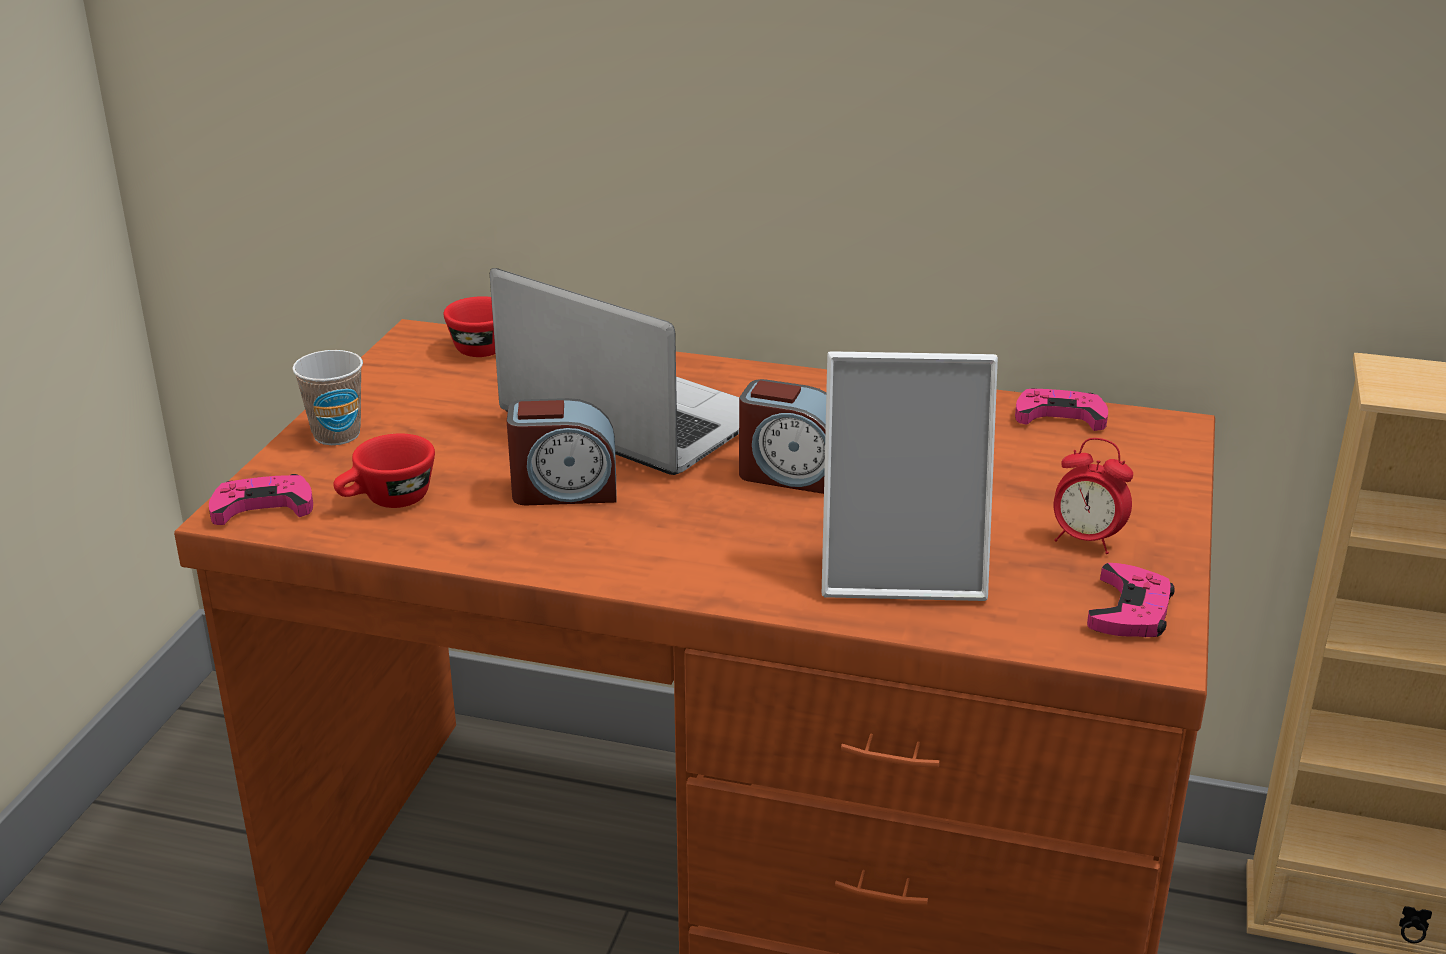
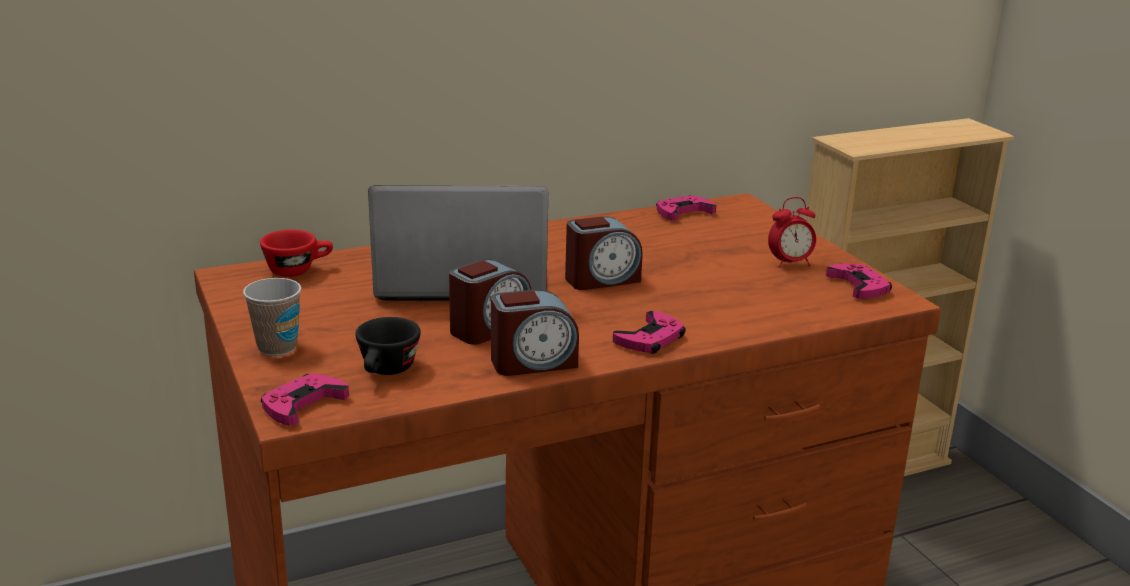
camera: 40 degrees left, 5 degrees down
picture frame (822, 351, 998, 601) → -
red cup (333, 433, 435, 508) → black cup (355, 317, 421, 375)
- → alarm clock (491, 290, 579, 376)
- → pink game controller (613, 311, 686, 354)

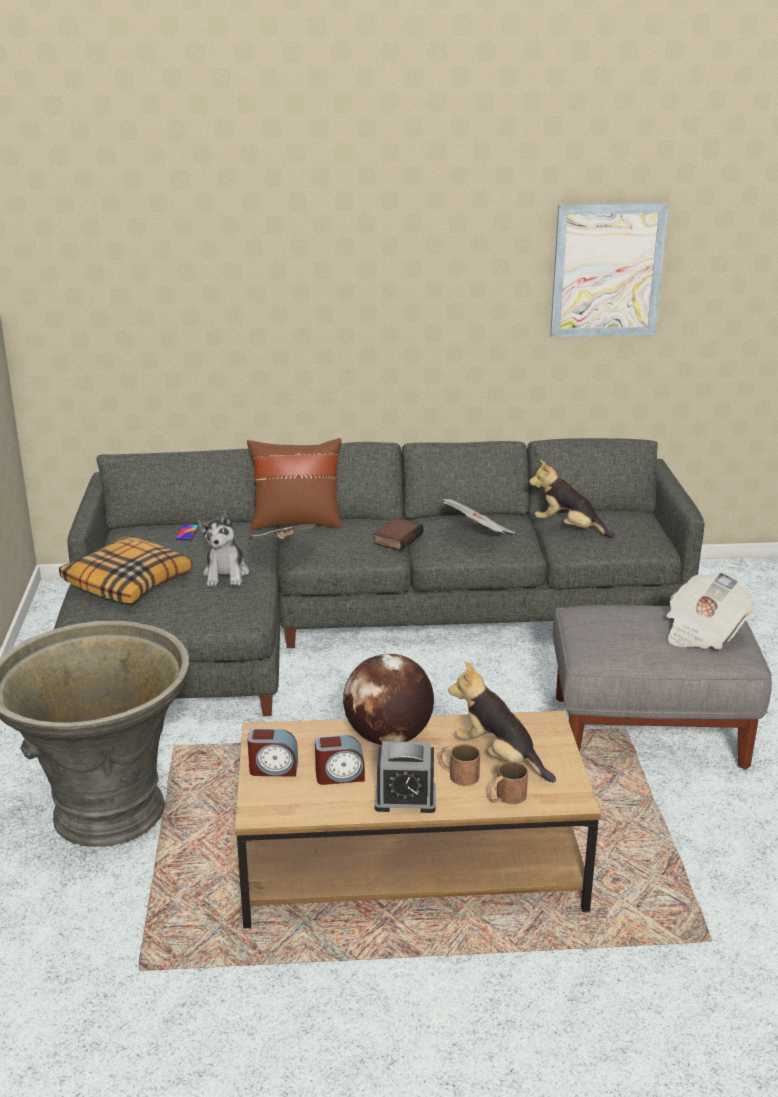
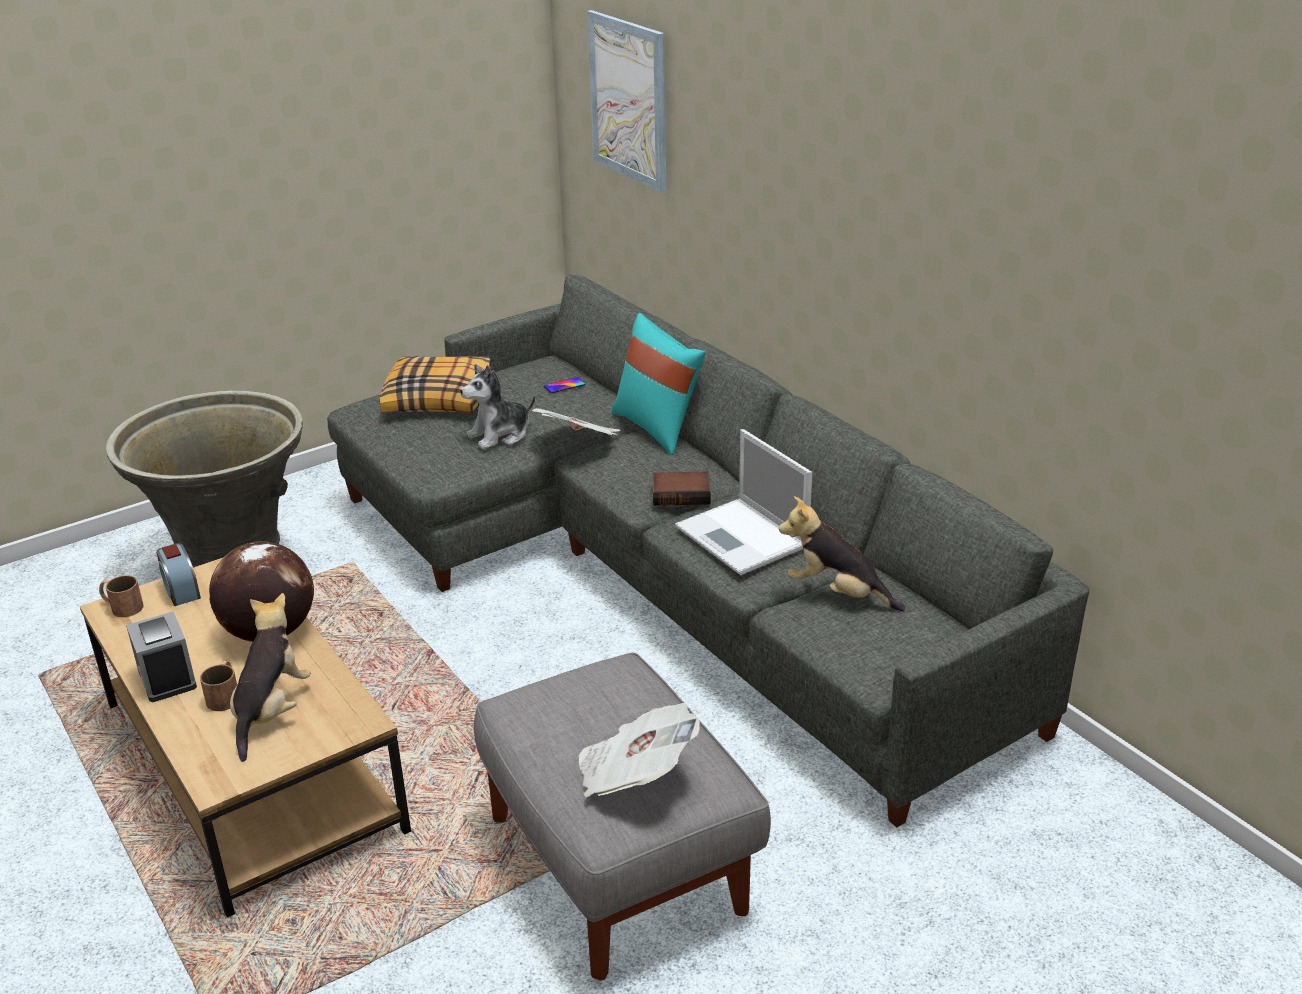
camera: 60 degrees right, 5 degrees up
picture (550, 203, 669, 337) → picture (587, 10, 666, 192), shifted
brown pillow (247, 438, 342, 530) → turquoise pillow (612, 313, 706, 455)
plush toy (529, 460, 615, 538) → plush toy (779, 496, 905, 611), 60 degrees counterclockwise
newspaper (443, 499, 516, 534) → laptop (675, 429, 812, 575)
alarm clock (315, 734, 365, 785) → -
brown mug (489, 762, 528, 804) → brown mug (99, 575, 143, 617), shifted

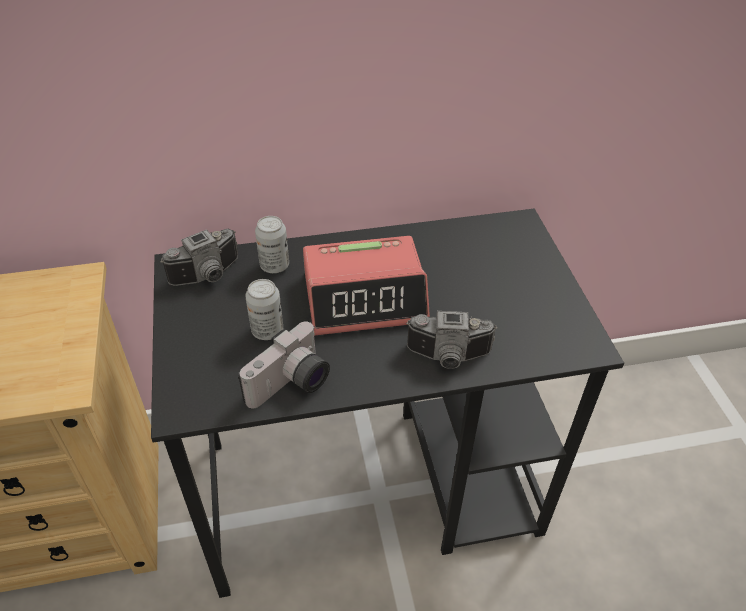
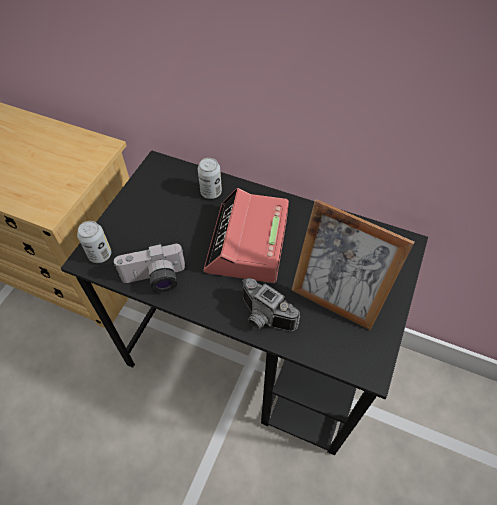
camera: 35 degrees right, 10 degrees up
photo camera (161, 229, 238, 286) → -
alarm clock (303, 236, 430, 336) → alarm clock (204, 188, 289, 283), 75 degrees clockwise
can (245, 279, 283, 340) → can (77, 221, 111, 263), shifted
- → picture frame (291, 199, 414, 331)

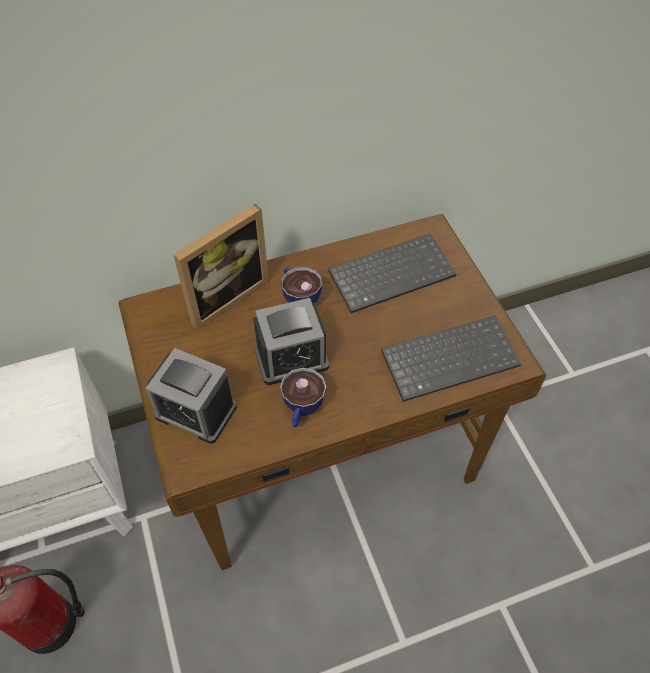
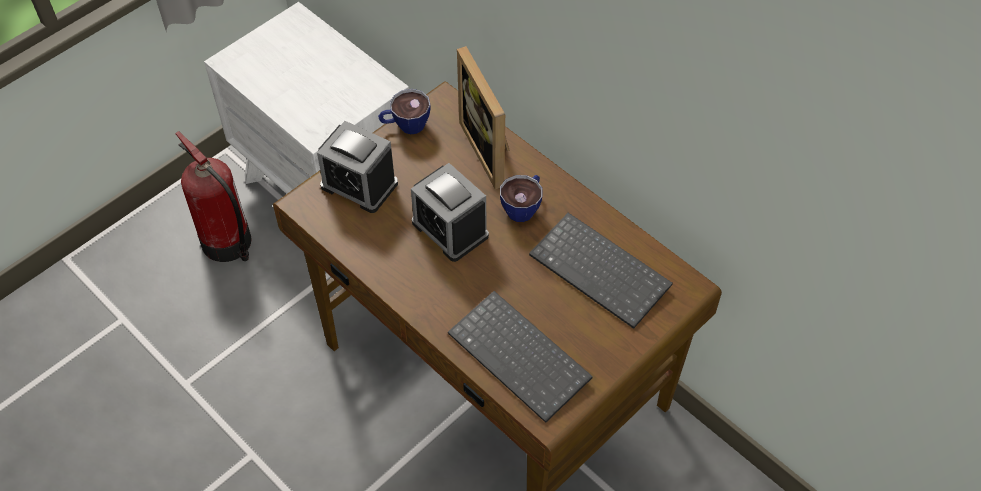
camera: 65 degrees right, 0 degrees up
picture frame (173, 204, 269, 331) → picture frame (457, 46, 509, 189), 45 degrees clockwise
alarm clock (146, 348, 237, 444) → alarm clock (317, 121, 398, 213), 60 degrees counterclockwise
cup (280, 368, 326, 427) → cup (378, 89, 430, 134), shifted

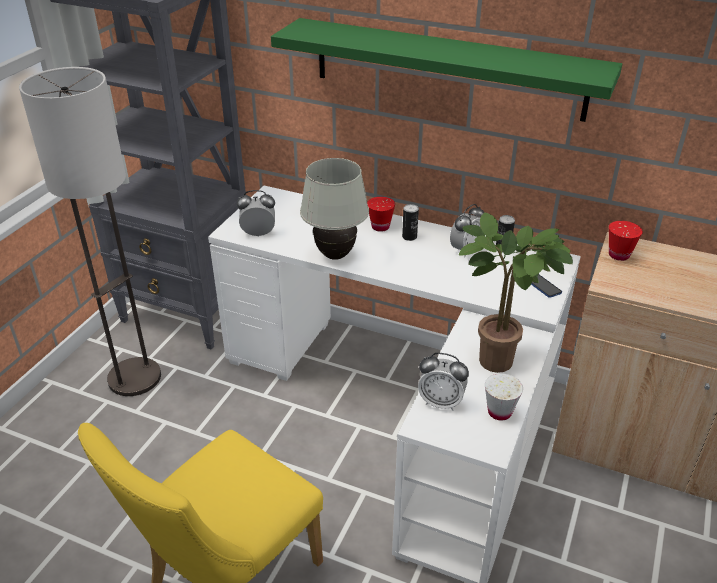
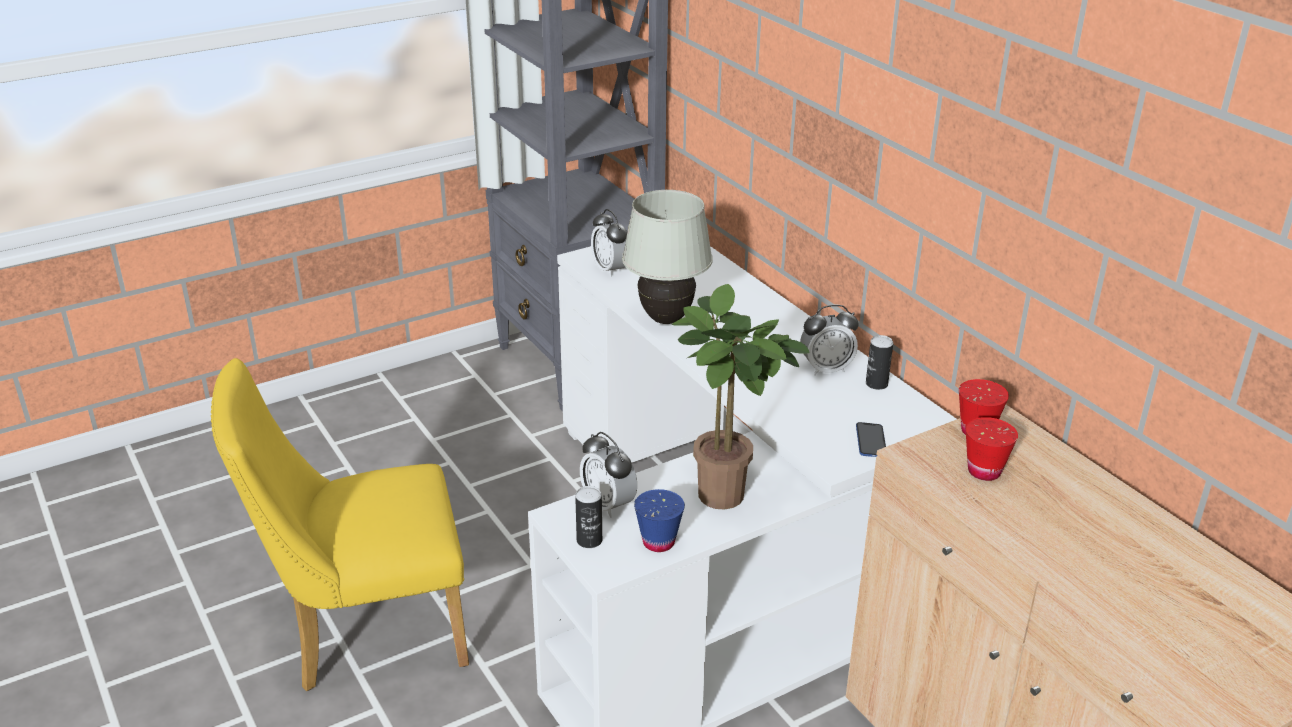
camera: 35 degrees right, 5 degrees down
green shelf (271, 18, 622, 122) → -
floor lamp (19, 67, 161, 396) → -
alarm clock (237, 190, 275, 237) → alarm clock (591, 209, 627, 277), 150 degrees counterclockwise
red cup (367, 197, 395, 232) → red cup (965, 417, 1018, 481), shifted
can (402, 204, 419, 241) → can (575, 486, 602, 548), shifted
white cup (485, 373, 523, 420) → blue cup (634, 489, 685, 552)

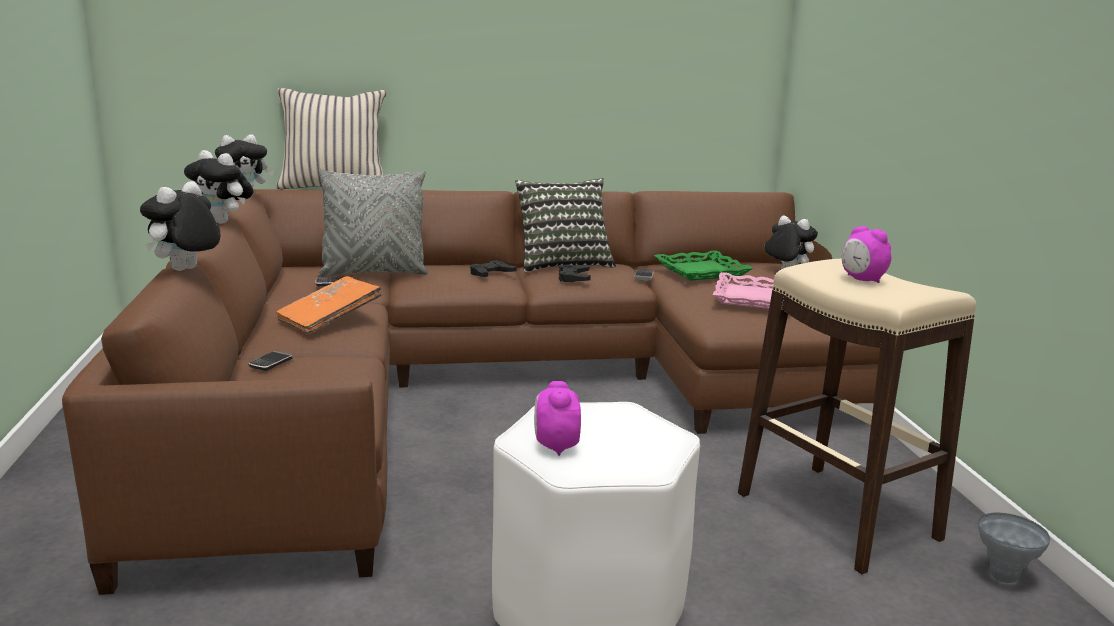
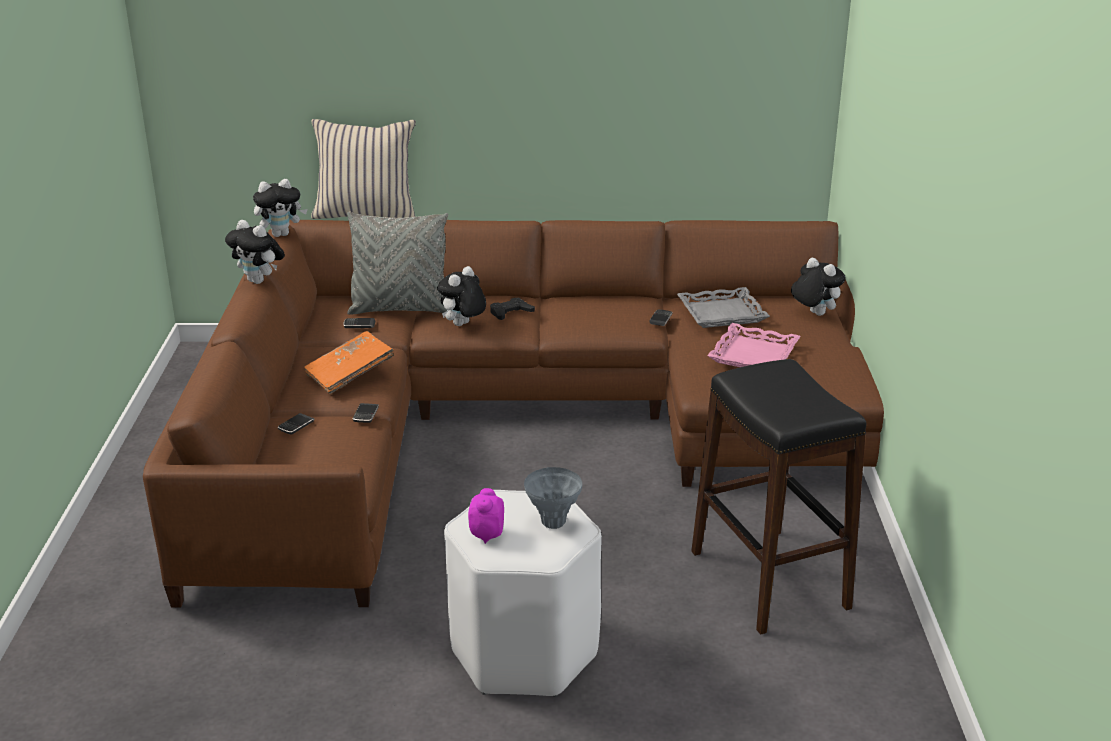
camera: 10 degrees right, 10 degrees up
pillow (515, 178, 616, 272) → -
plush toy (140, 181, 220, 271) → plush toy (437, 266, 486, 326), shifted
alarm clock (842, 226, 891, 283) → -
green tray (654, 250, 753, 281) → grey tray (677, 287, 770, 328)
beige stool (738, 259, 976, 574) → black stool (691, 359, 866, 635)
black game controller (559, 264, 591, 282) → -
grey vase (978, 513, 1050, 583) → grey vase (524, 467, 582, 529), shifted
- → phone (353, 403, 379, 423)

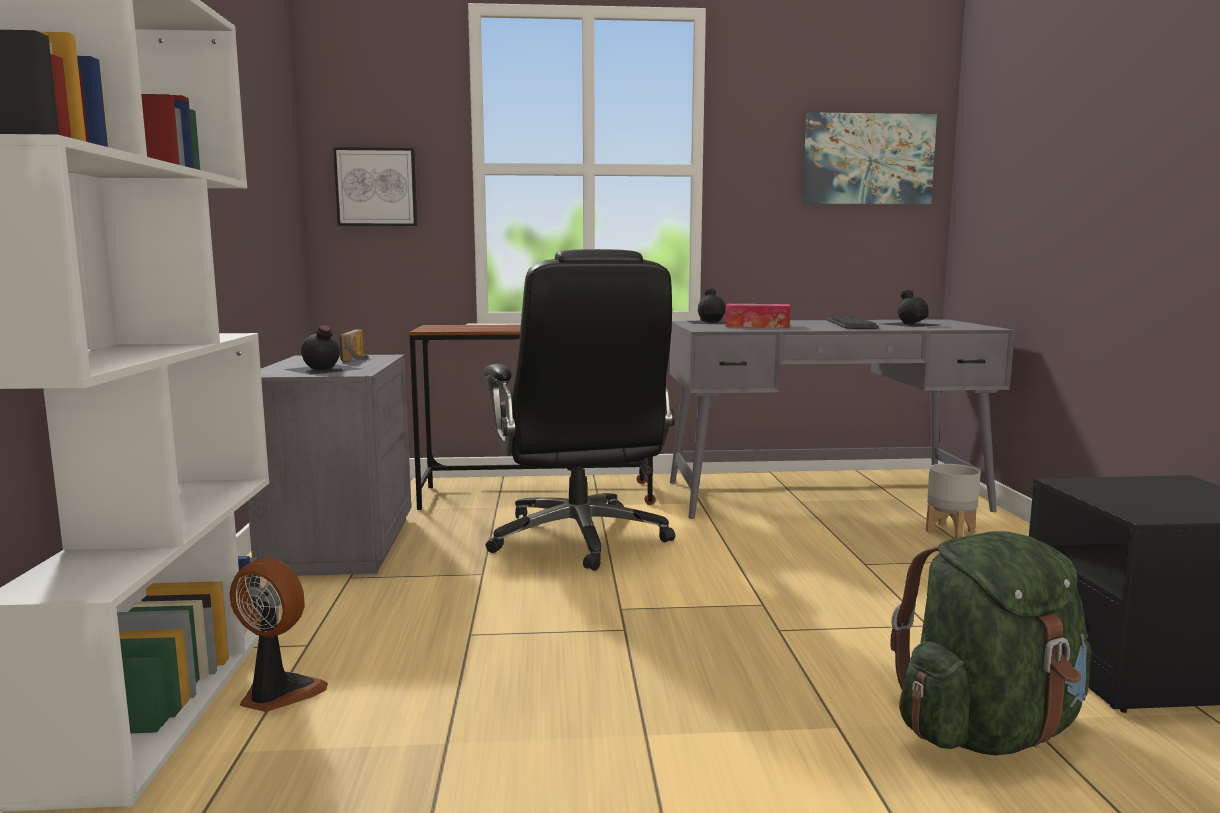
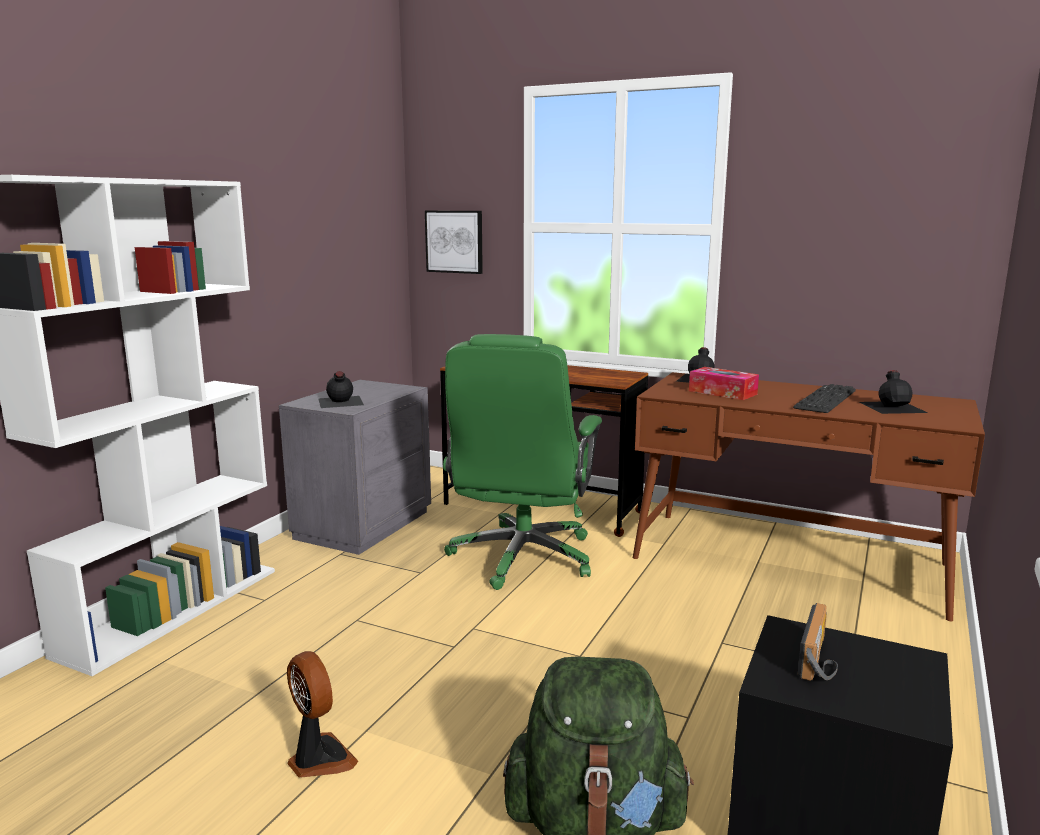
camera: 30 degrees right, 5 degrees up
picture (803, 112, 937, 204) → -
black office chair (484, 249, 675, 571) → green office chair (443, 334, 602, 590)
grey desk (670, 319, 1015, 519) → brown desk (633, 372, 985, 621)
radio (339, 329, 369, 362) → radio (798, 603, 838, 681), shifted
grey planter (926, 464, 981, 538) → -
fan (229, 557, 328, 712) → fan (287, 651, 358, 778), shifted

